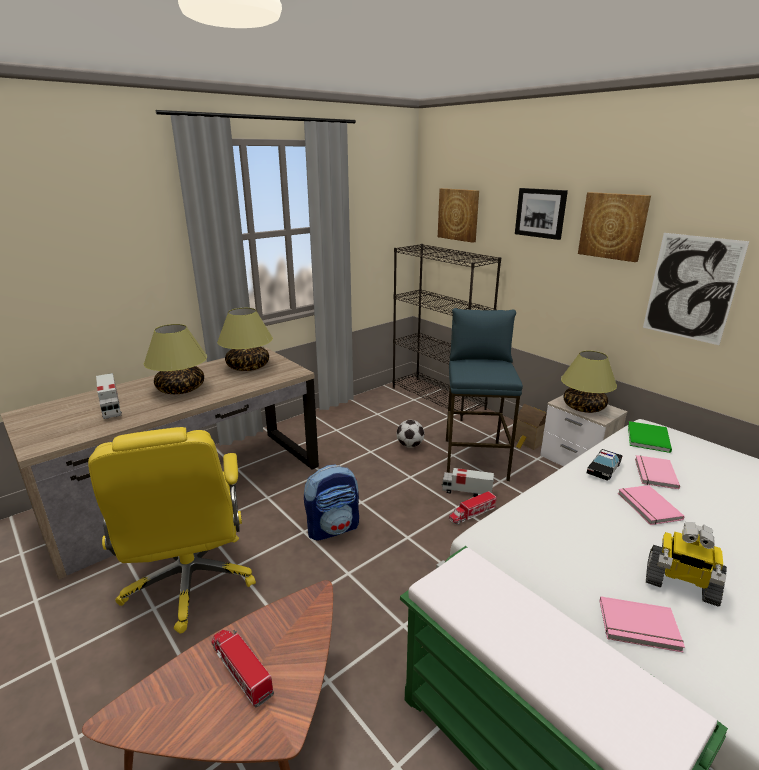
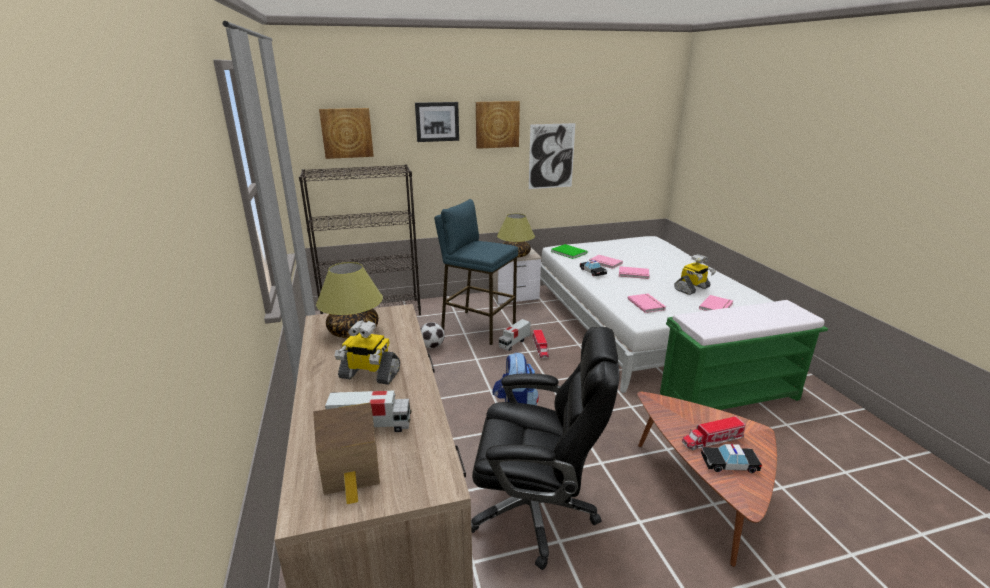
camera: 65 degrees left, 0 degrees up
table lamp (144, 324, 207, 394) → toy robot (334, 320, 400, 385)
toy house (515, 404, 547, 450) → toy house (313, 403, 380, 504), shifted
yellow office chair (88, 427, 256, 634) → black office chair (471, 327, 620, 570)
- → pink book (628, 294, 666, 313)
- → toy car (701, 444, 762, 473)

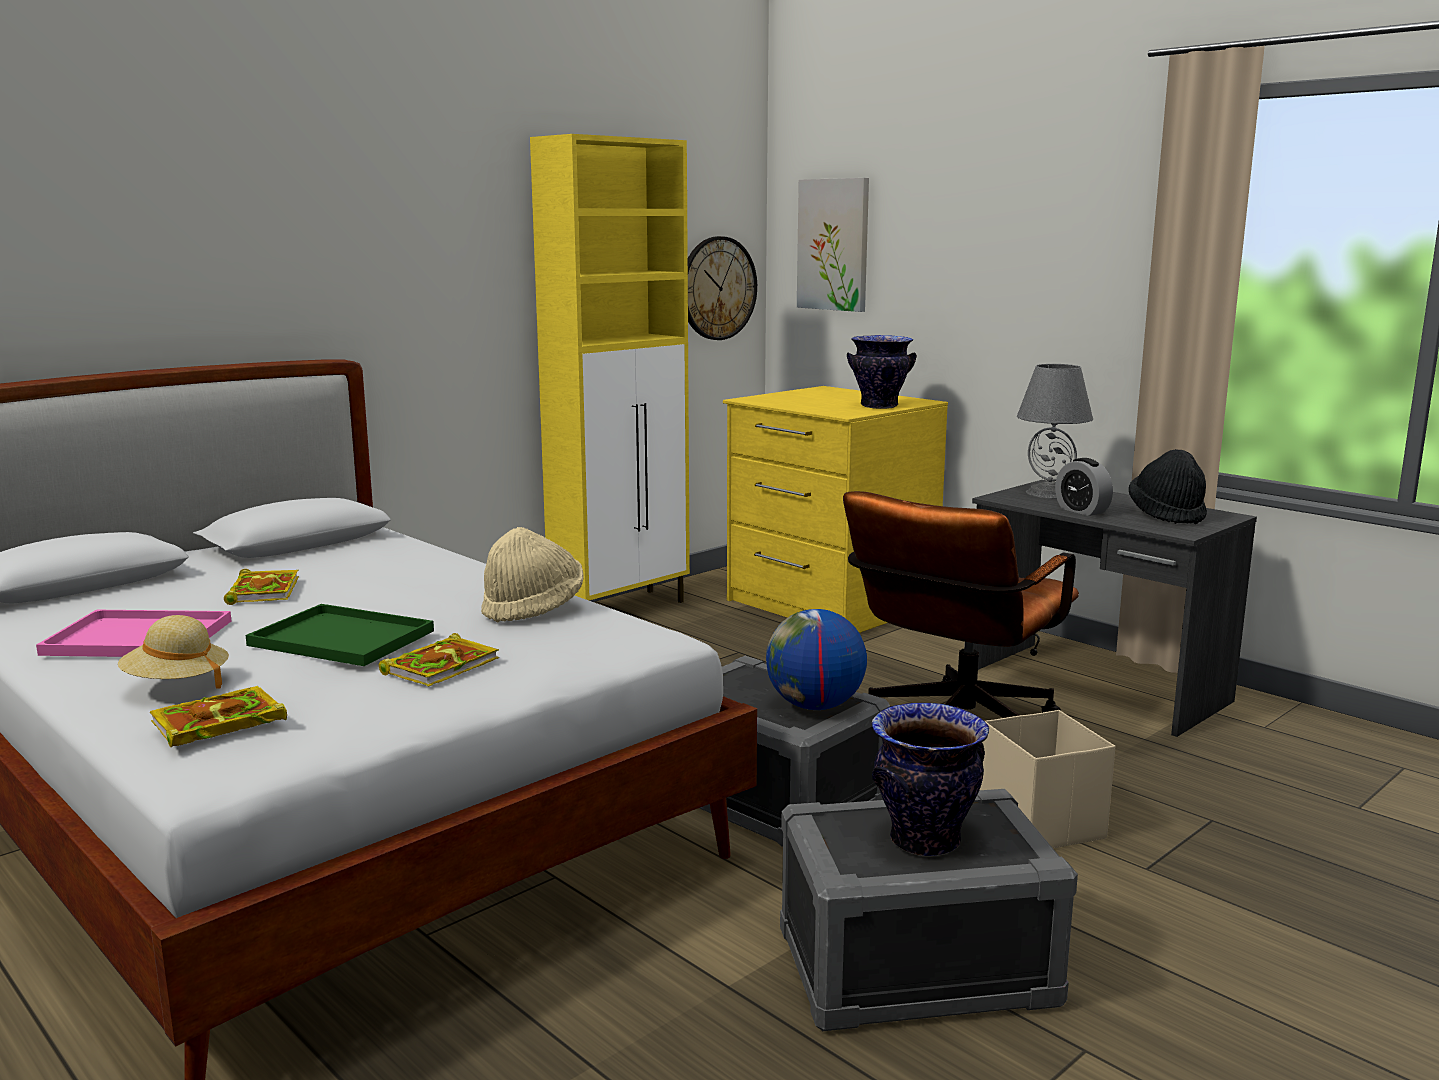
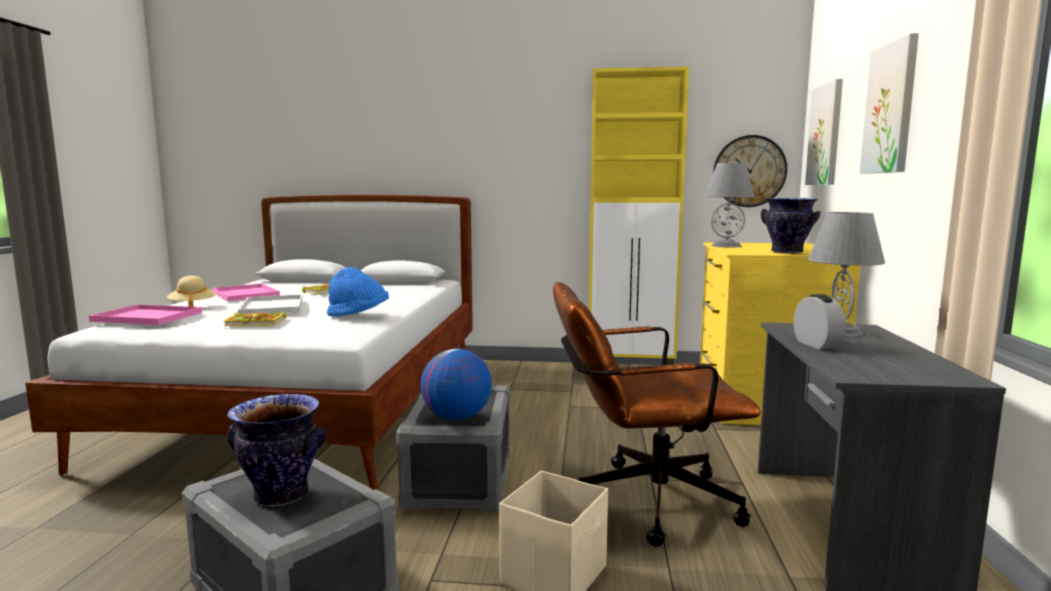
camera: 50 degrees right, 5 degrees down
black hat (1129, 449, 1207, 524) → -
alarm clock (1055, 458, 1113, 516) → alarm clock (793, 294, 846, 350), 150 degrees clockwise
beige hat (481, 527, 584, 622) → blue hat (327, 267, 389, 316)
green tray (246, 604, 434, 666) → white tray (238, 295, 303, 314)
book (150, 686, 287, 747) → pink tray (89, 304, 202, 325)
- → picture (860, 33, 919, 174)
- → grey table lamp (705, 163, 755, 248)

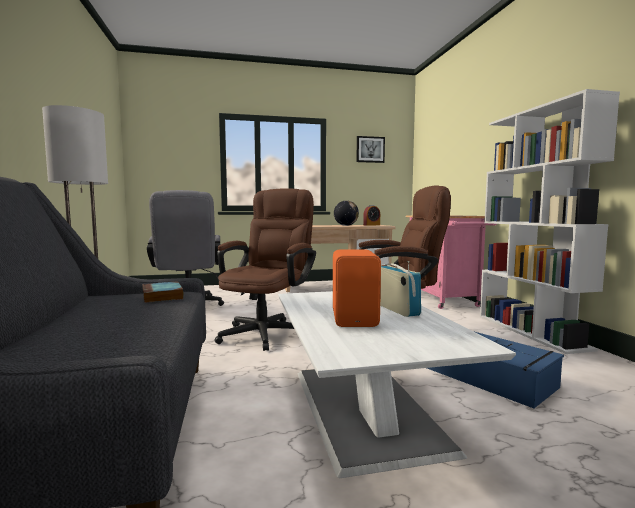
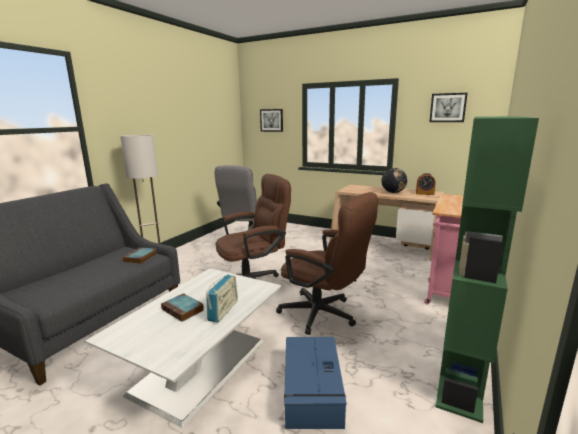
camera: 40 degrees right, 10 degrees up
white bookcase (480, 89, 620, 354) → green bookcase (436, 116, 539, 423)
orange speaker (333, 250, 381, 327) → book (161, 293, 204, 322)
- → picture (260, 109, 283, 132)

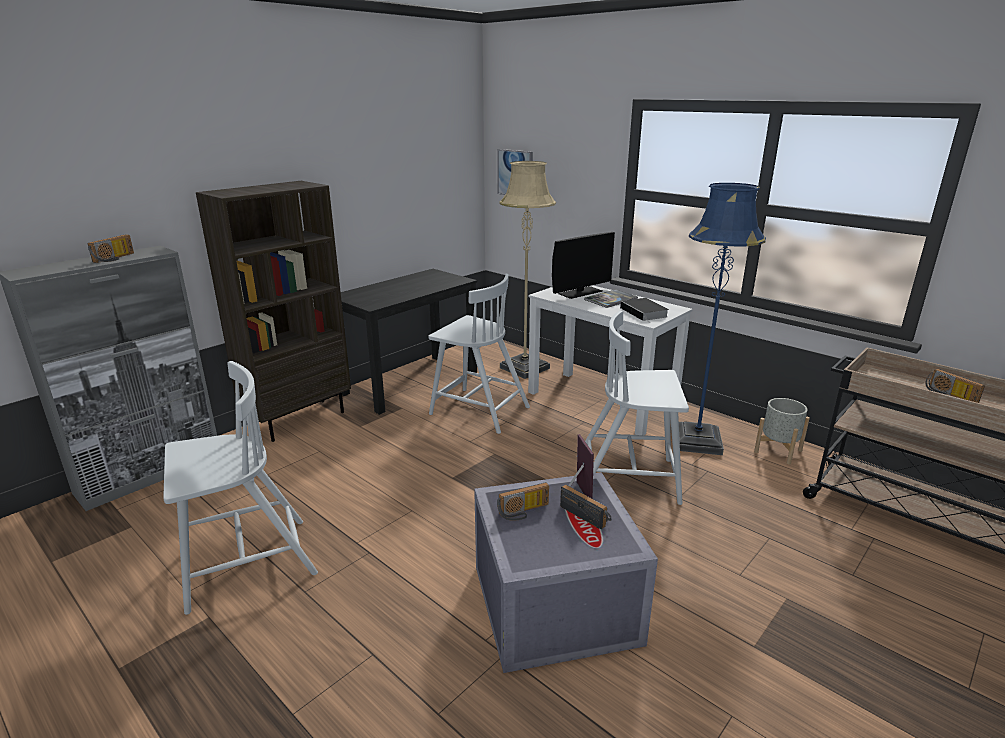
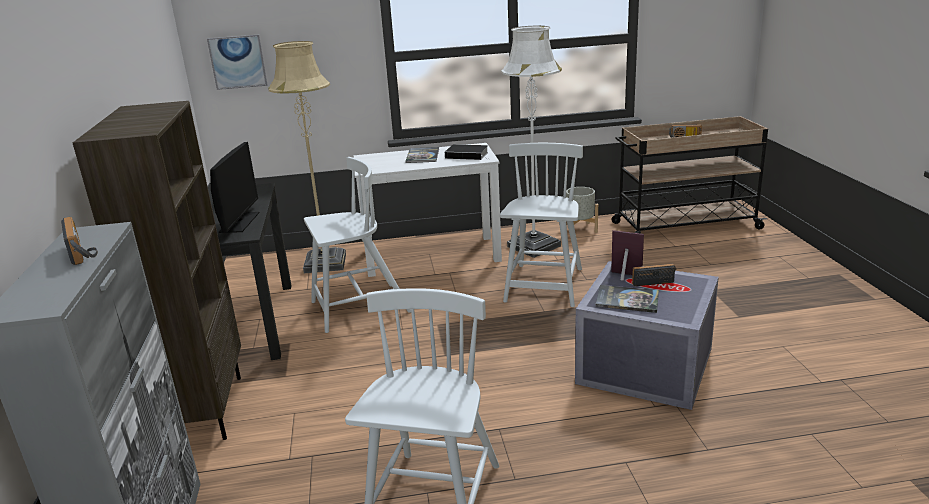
camera: 50 degrees left, 0 degrees up
blue floor lamp (679, 183, 766, 455) → white floor lamp (501, 26, 562, 258)
monitor (552, 232, 615, 299) → monitor (210, 142, 259, 233), shifted
white chair (585, 311, 689, 505) → white chair (500, 143, 583, 307), 150 degrees clockwise
radio (497, 482, 549, 520) → book (595, 285, 659, 313)

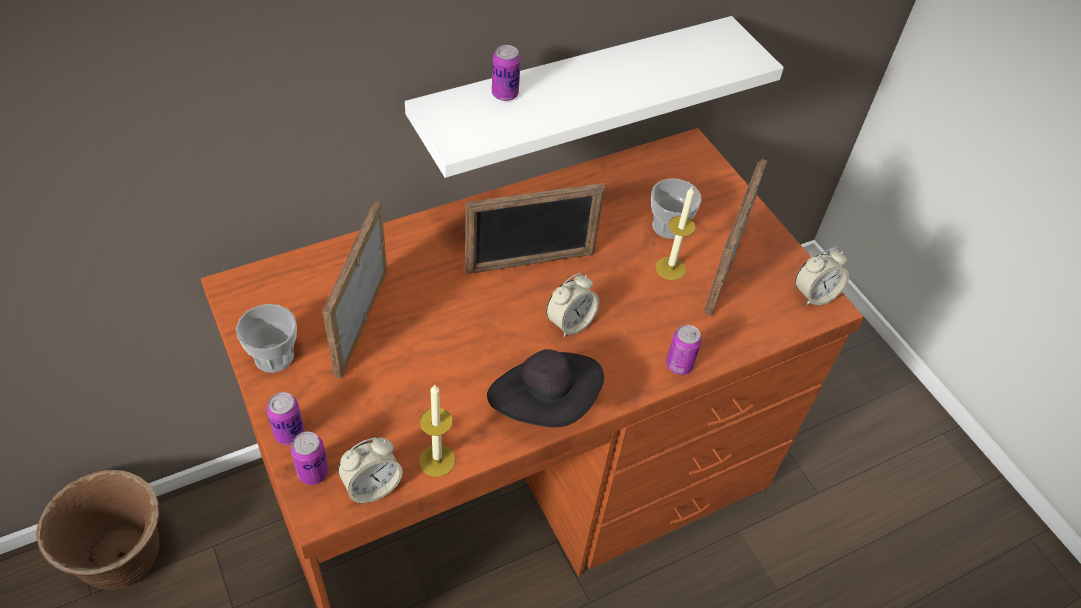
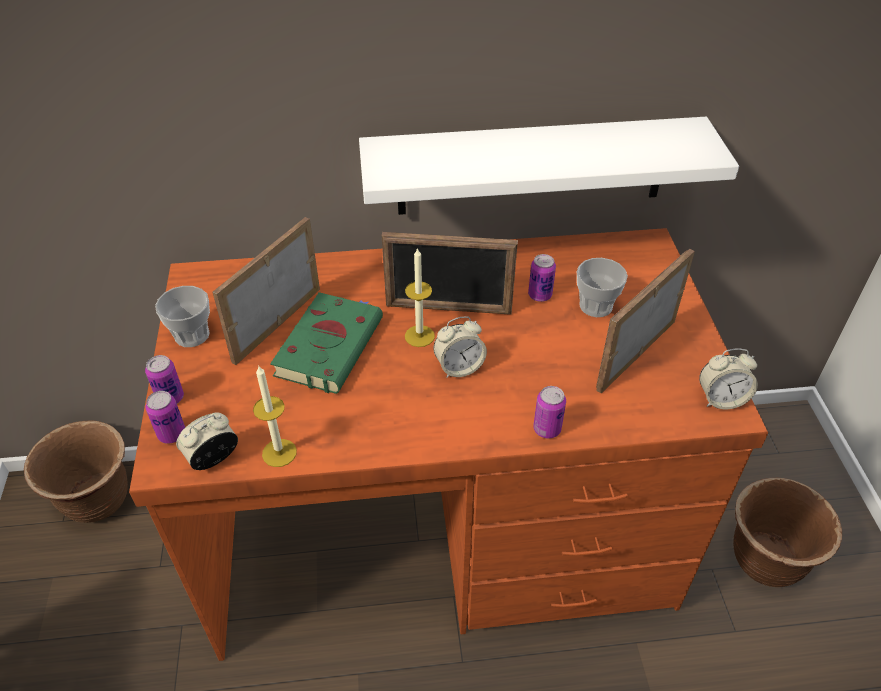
camera: 25 degrees right, 5 degrees down
can (492, 45, 521, 101) → can (528, 254, 556, 302), shifted
candle (656, 187, 696, 280) → candle (405, 247, 435, 347), shifted
black hat (487, 349, 604, 427) → -
alarm clock (338, 437, 403, 503) → alarm clock (176, 413, 238, 470), 150 degrees clockwise
- → green book (270, 292, 383, 394)
- → brown planter (733, 478, 842, 587)

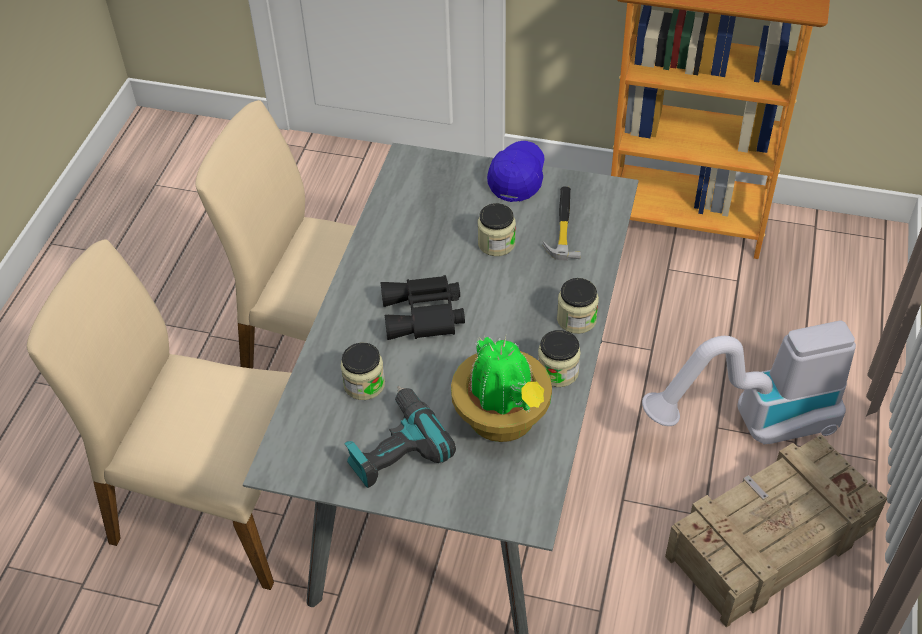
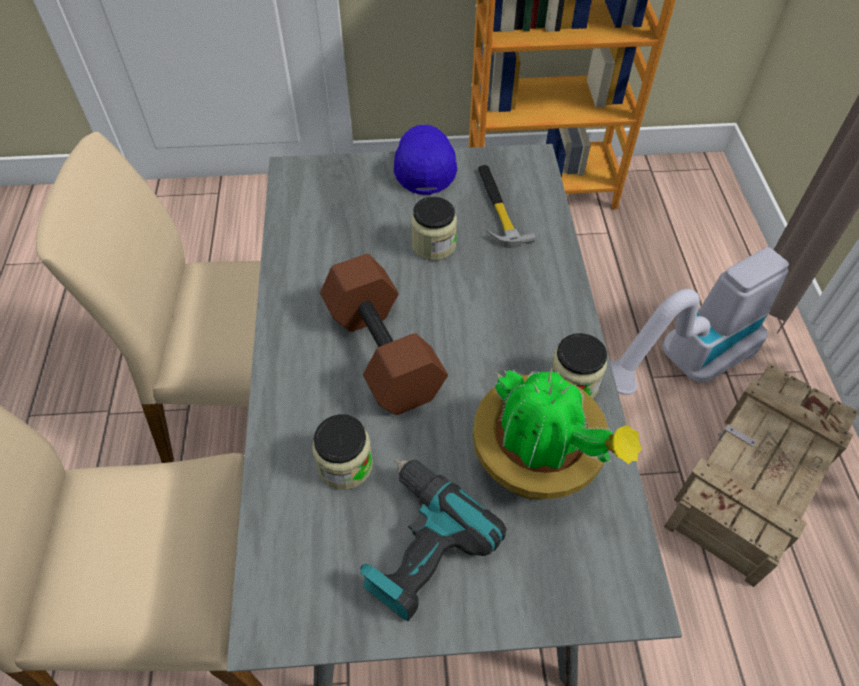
camera: 20 degrees left, 5 degrees up
black binoculars (380, 275, 465, 340) → brown dumbbell (320, 254, 448, 415)
jar (557, 278, 599, 334) → -

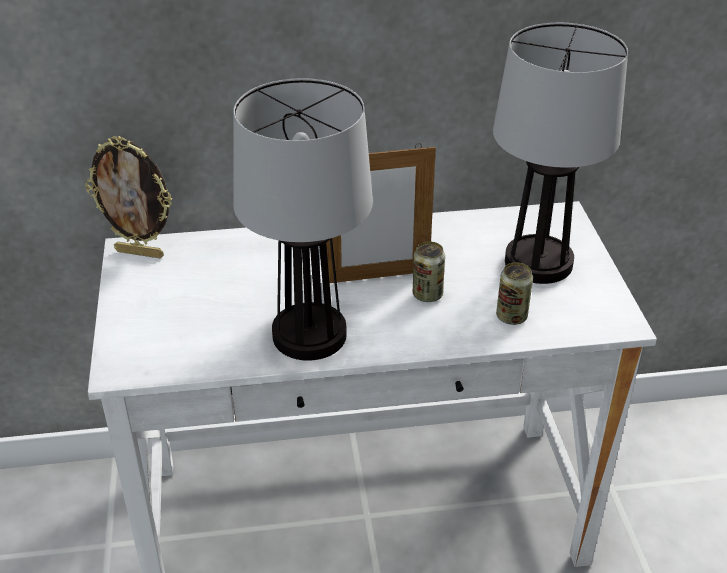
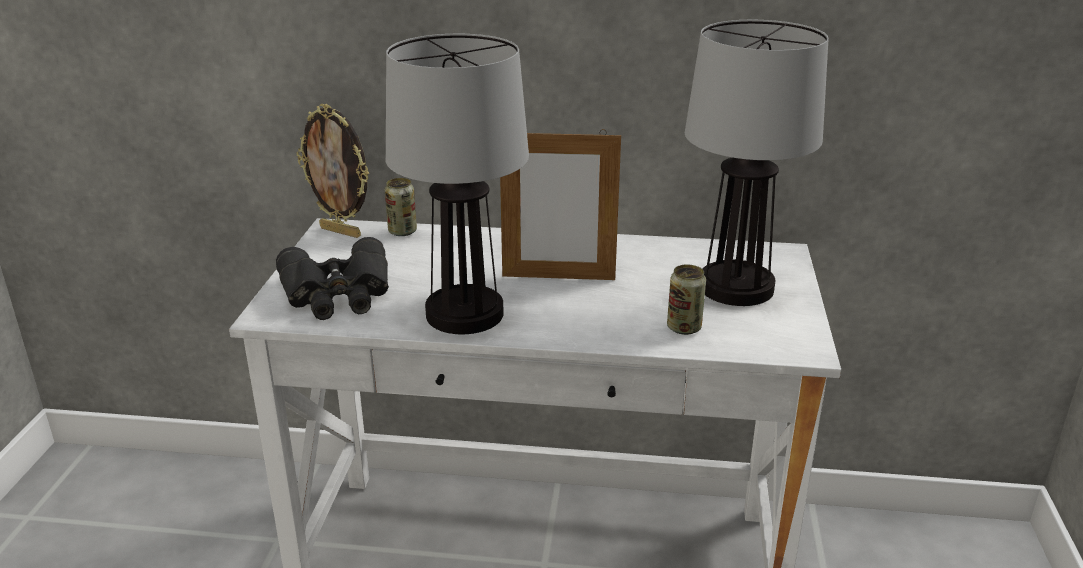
camera: 15 degrees right, 10 degrees down
can (413, 241, 445, 302) → can (385, 178, 417, 236), shifted
- → black binoculars (276, 237, 389, 320)

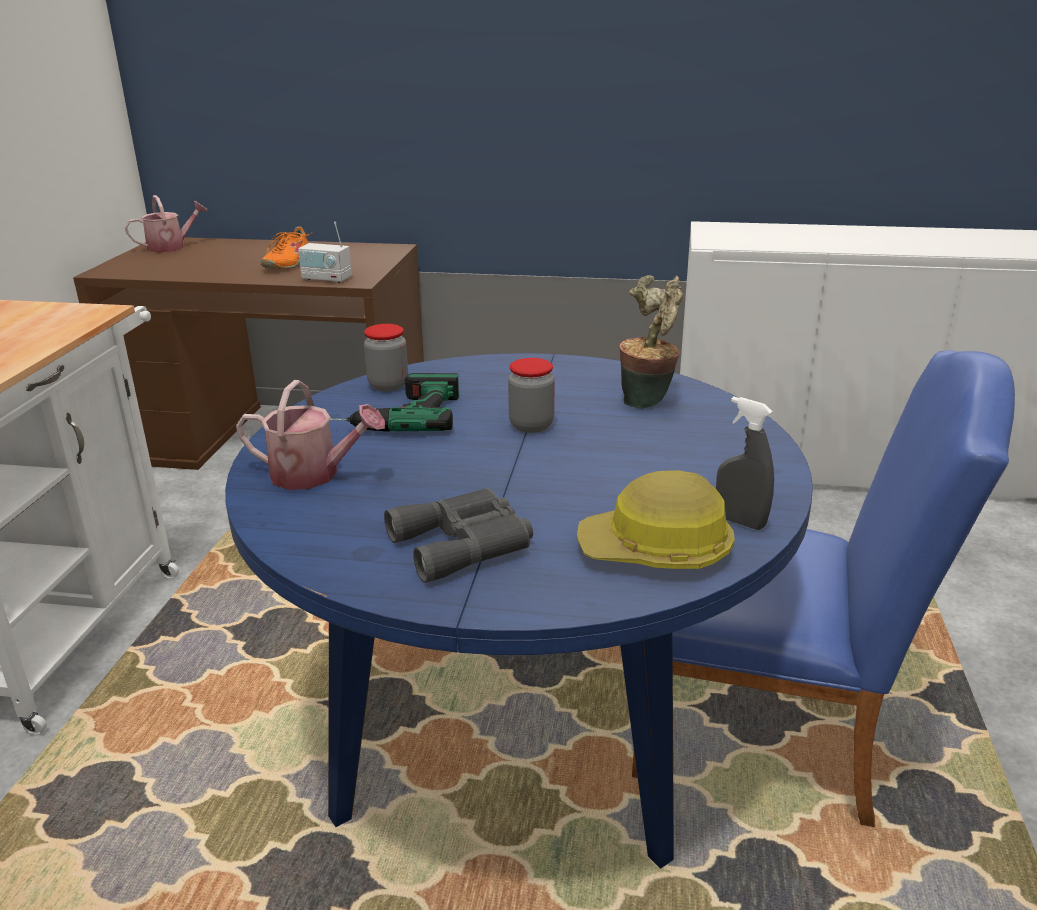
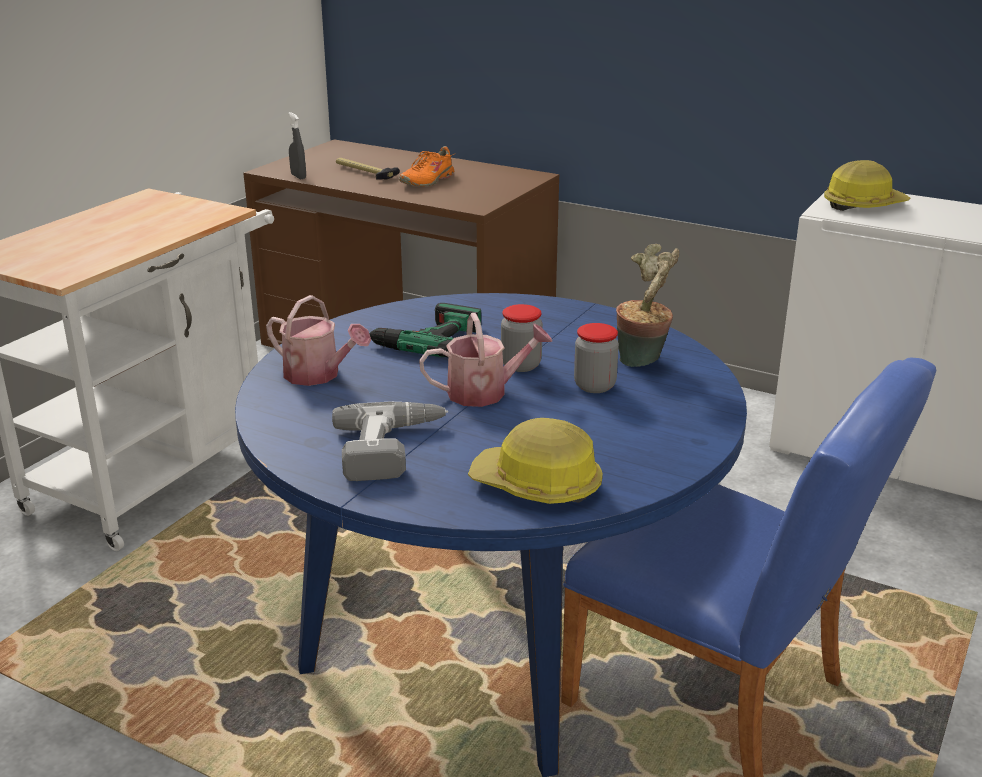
camera: 20 degrees right, 0 degrees up
watering can (125, 195, 208, 253) → watering can (419, 313, 552, 407), shifted
radio (298, 222, 352, 283) → -
jar (364, 324, 408, 391) → jar (574, 323, 619, 393), shifted
grey spray bottle (716, 396, 774, 530) → grey spray bottle (288, 112, 306, 179), shifted
grey binoculars (384, 488, 533, 583) → power drill (332, 402, 448, 481)
- → hammer (336, 158, 400, 180)
- → hard hat (824, 160, 911, 211)

